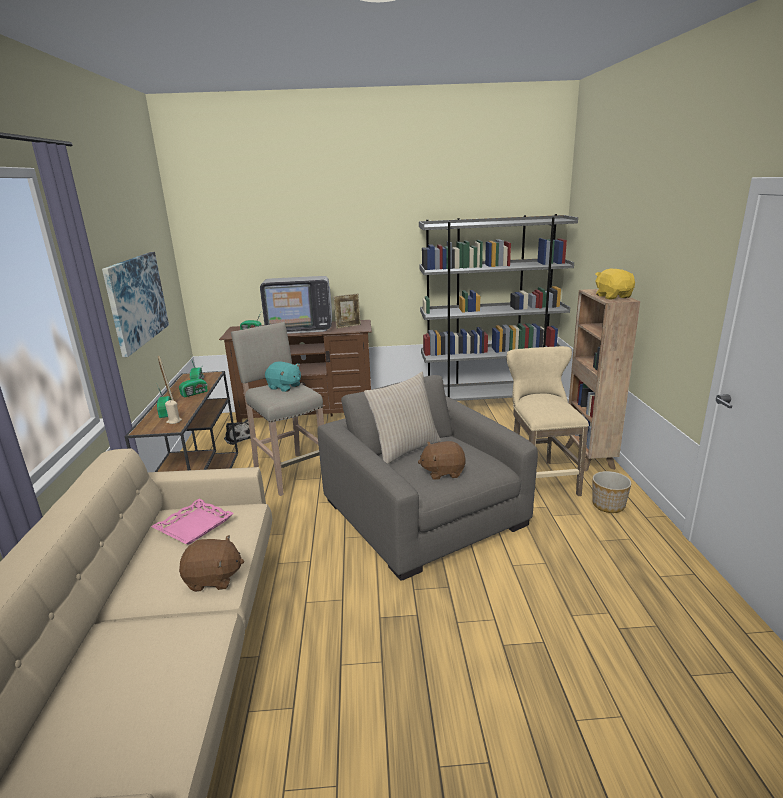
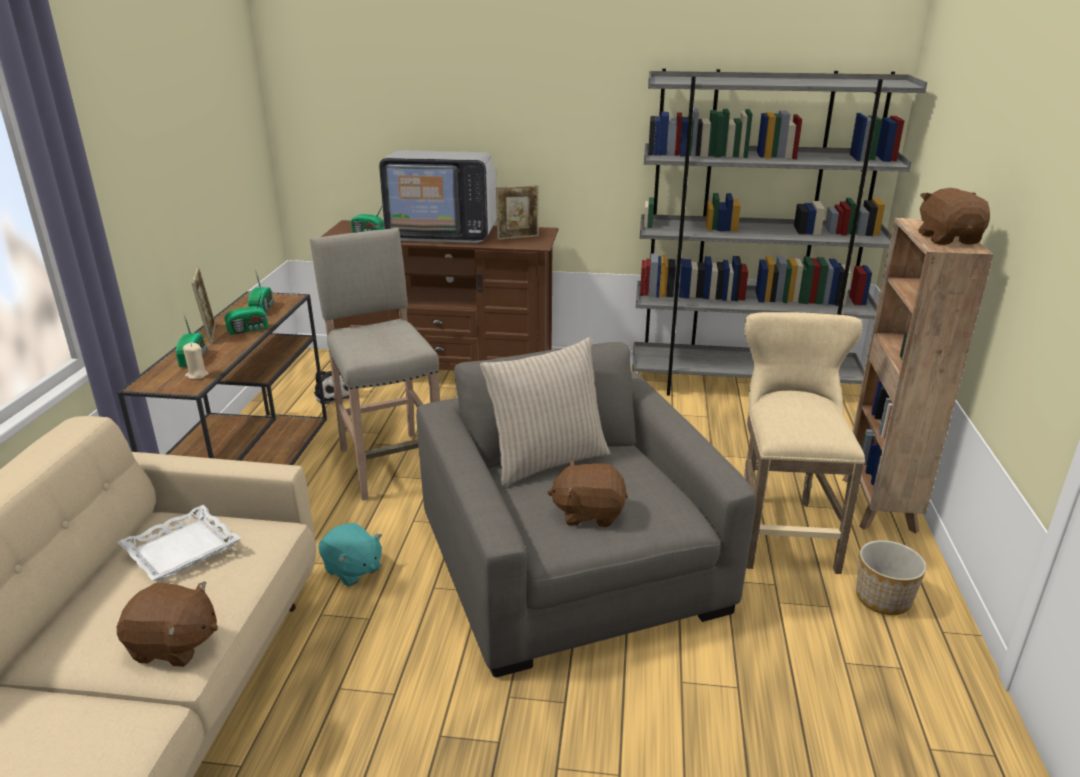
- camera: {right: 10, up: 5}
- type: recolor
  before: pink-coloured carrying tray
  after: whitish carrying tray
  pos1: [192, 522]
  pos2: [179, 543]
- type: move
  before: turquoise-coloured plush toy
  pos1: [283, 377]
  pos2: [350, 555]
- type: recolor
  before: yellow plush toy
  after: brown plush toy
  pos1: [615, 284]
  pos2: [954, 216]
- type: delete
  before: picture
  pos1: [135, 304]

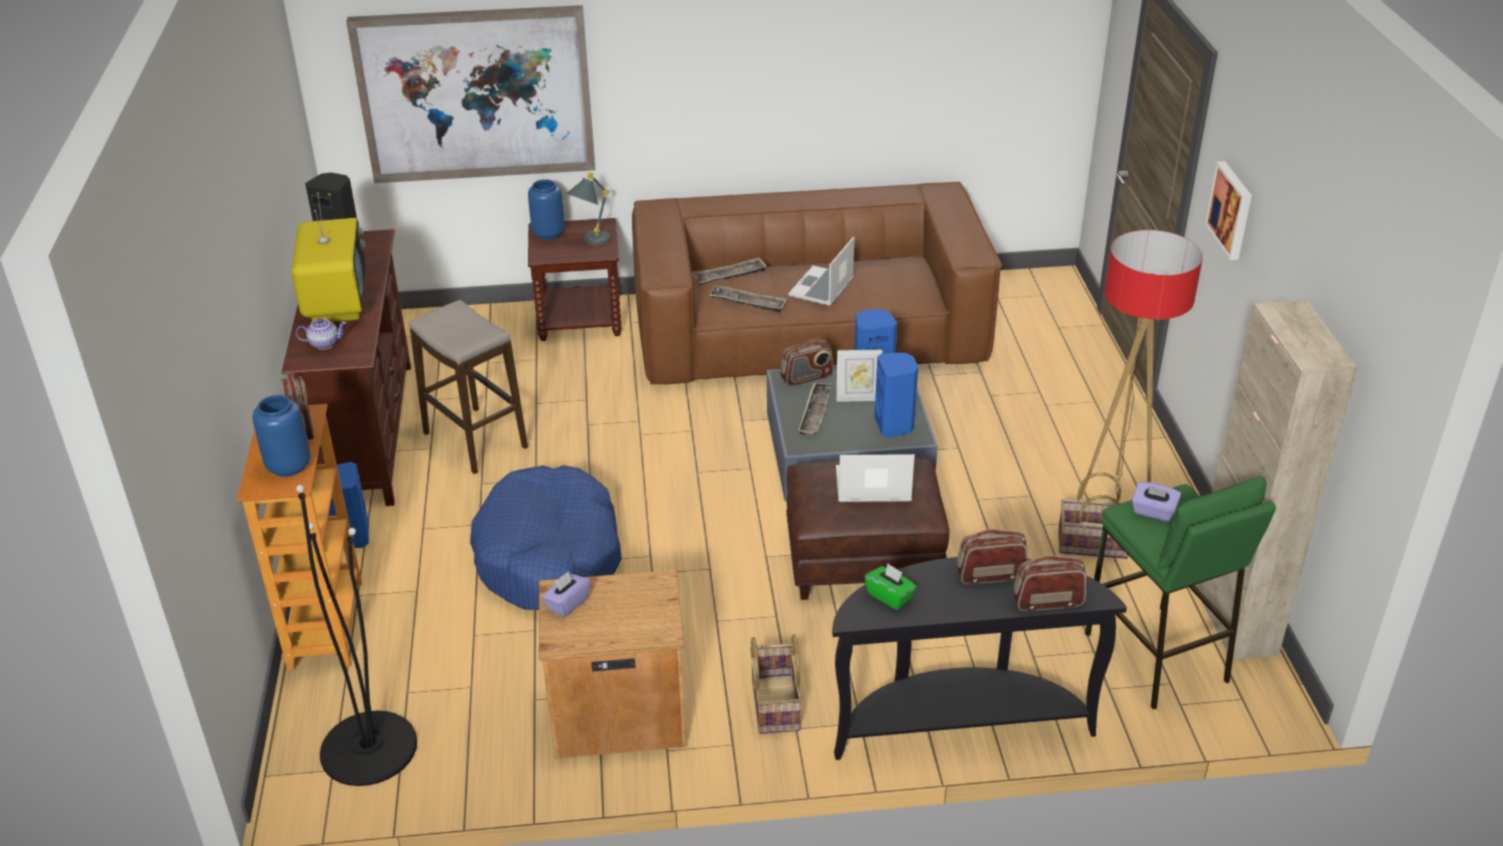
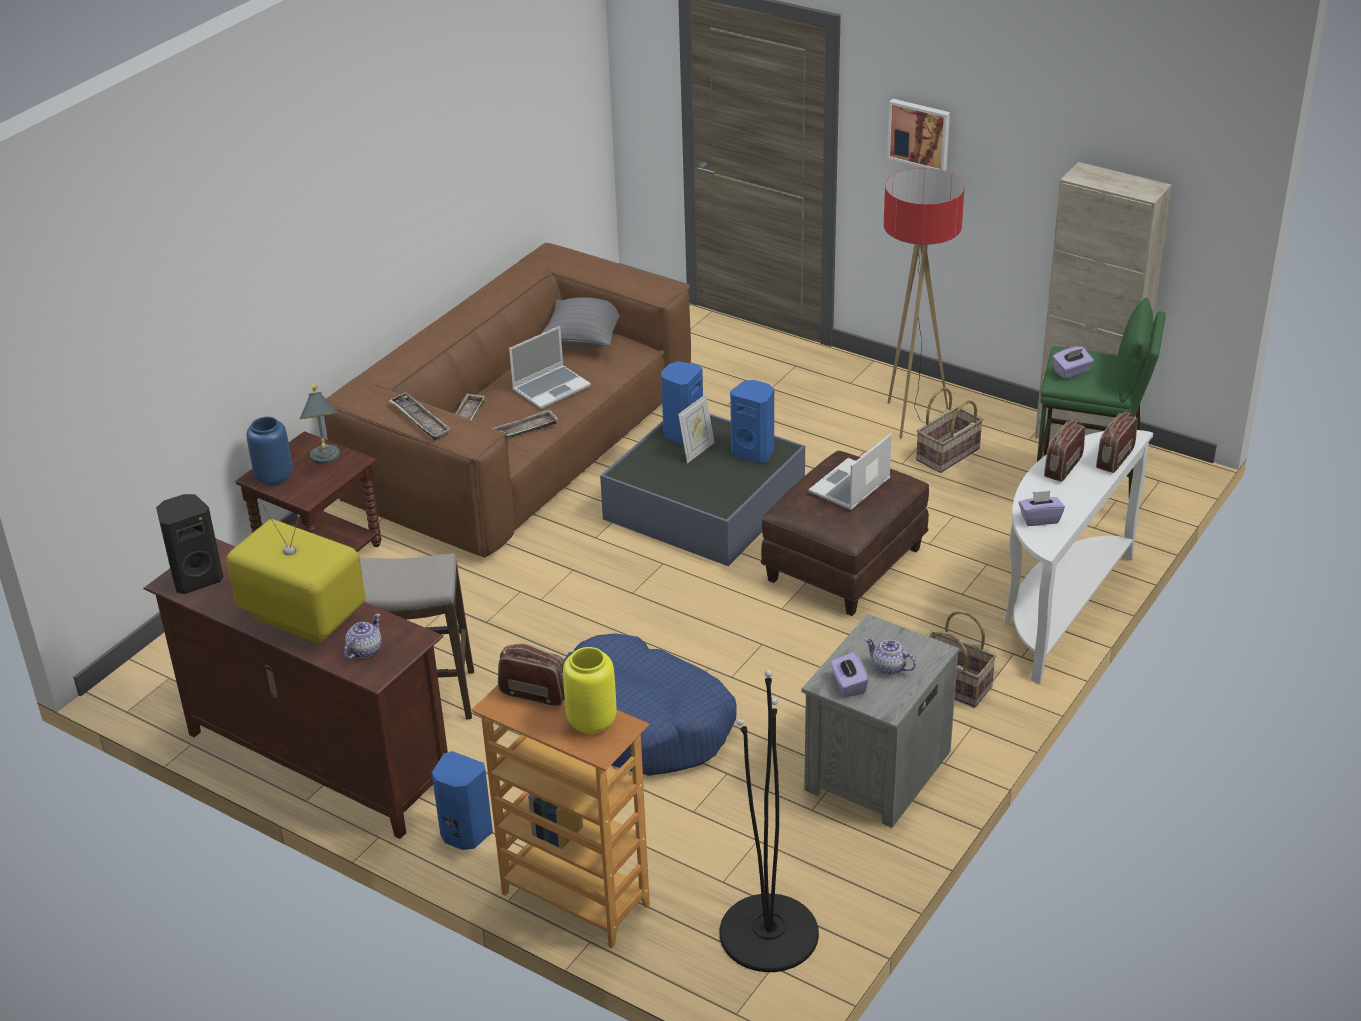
- camera: {right: -50, up: 0}
- type: move
  before: carrying tray
  pos1: [815, 409]
  pos2: [420, 416]
- type: rotate
  before: laptop
  pos1: [821, 271]
  pos2: [550, 367]
  turn: -105
- type: insert
  after: greyish throw pillow
  pos2: [581, 323]
- type: recolor
  before: blue-coloured vase
  after: yellow vase
  pos1: [282, 436]
  pos2: [589, 690]
- type: recolor
  before: brown night table
  after: greyish night table
  pos1: [612, 664]
  pos2: [880, 721]
- type: insert
  after: teapot
  pos2: [890, 656]
- type: recolor
  before: blackish hall table
  after: whitish hall table
  pos1: [979, 658]
  pos2: [1078, 557]
- type: recolor
  before: green tissue holder
  after: purple-coloured tissue holder
  pos1: [891, 586]
  pos2: [1042, 508]
- type: delete
  before: picture
  pos1: [470, 94]
- type: delete
  before: radio
  pos1: [806, 362]

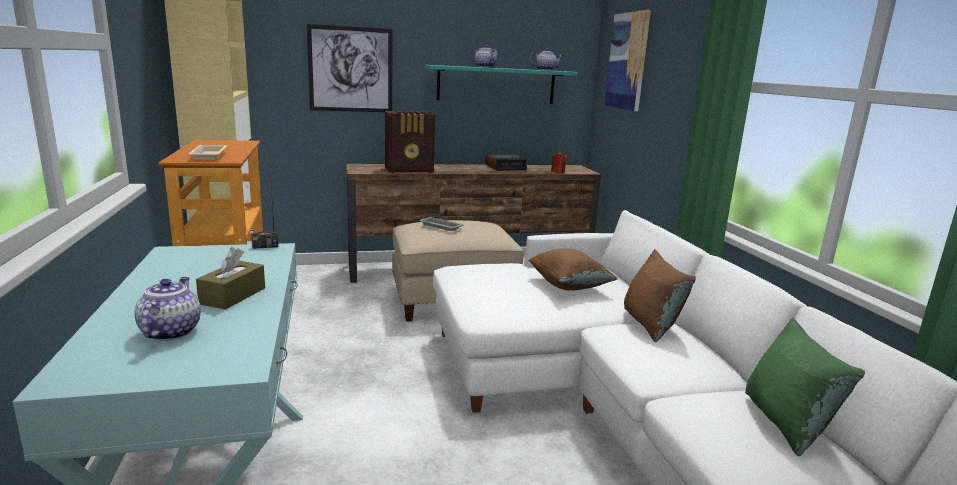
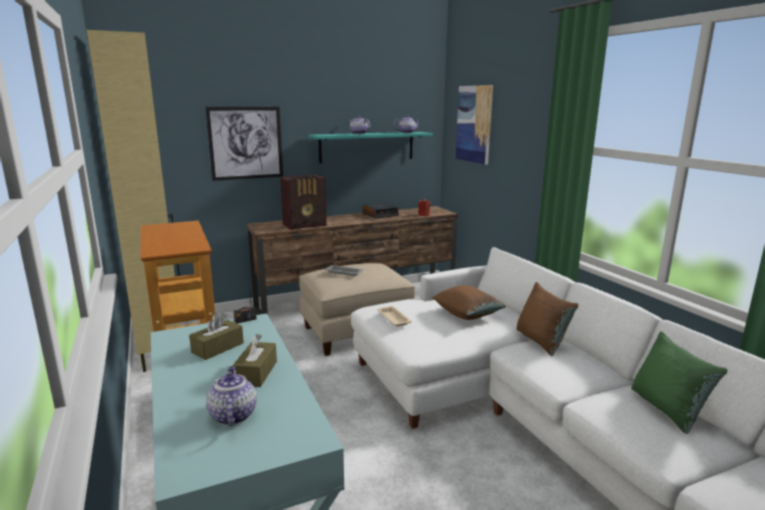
- camera: {right: -10, up: 0}
- type: insert
  after: brown tissue holder
  pos2: [216, 336]
- type: move
  before: beige-coloured carrying tray
  pos1: [207, 152]
  pos2: [394, 316]

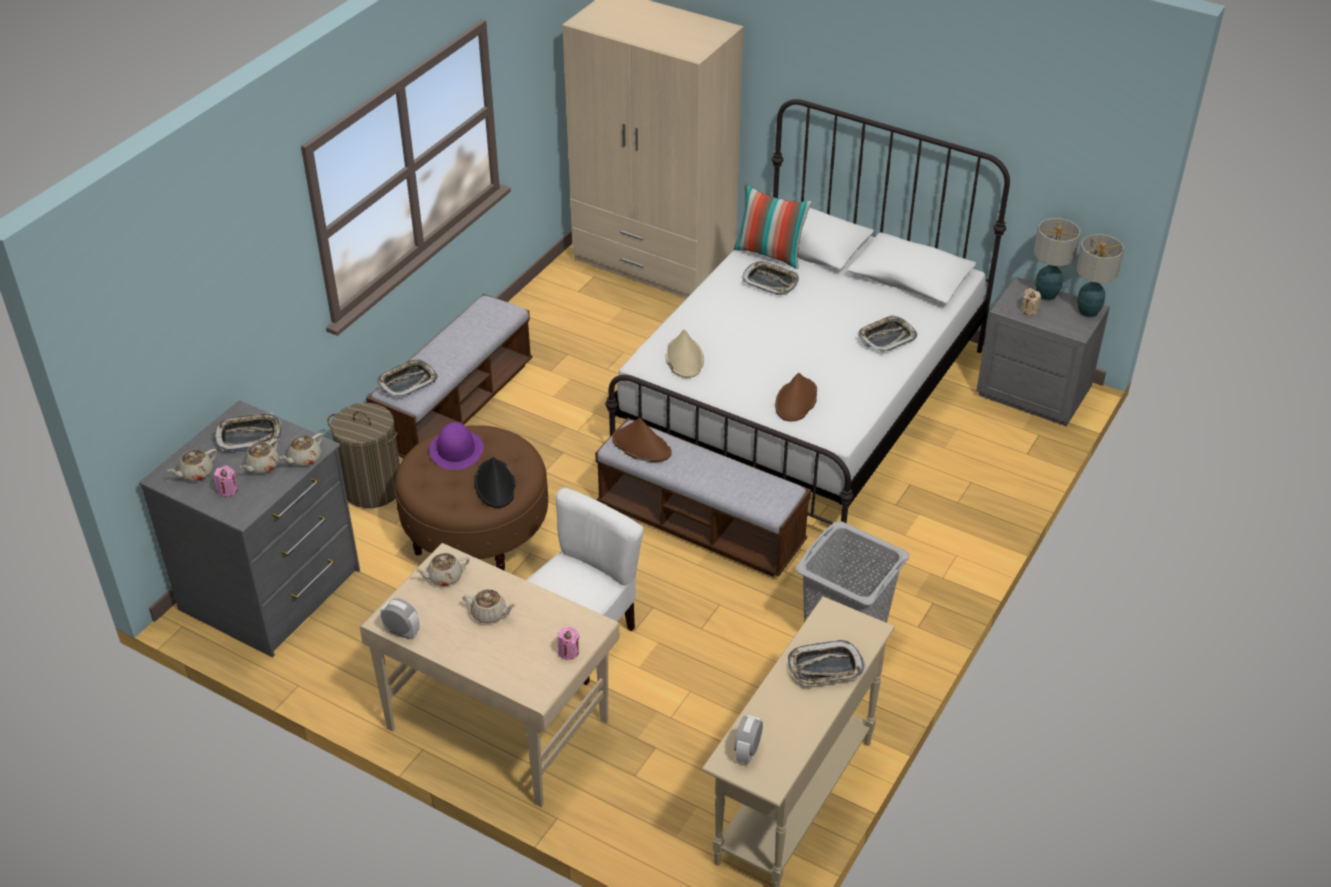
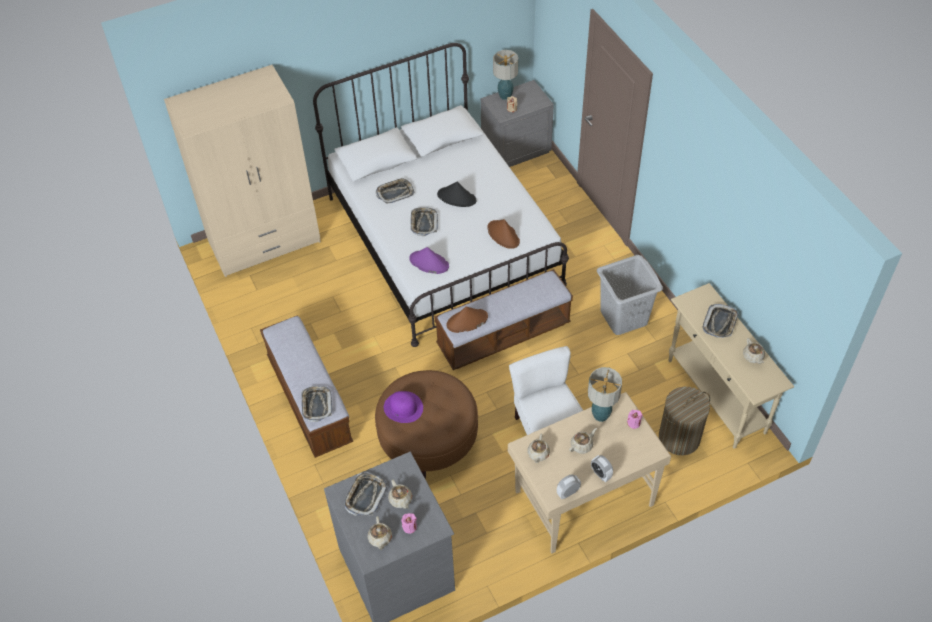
- camera: {right: -55, up: 10}
- type: recolor
  before: beige-coloured wearable hat
  after: purple-coloured wearable hat
  pos1: [685, 353]
  pos2: [429, 260]
- type: move
  before: carrying tray
  pos1: [887, 334]
  pos2: [424, 221]
- type: move
  before: blackish wearable hat
  pos1: [495, 482]
  pos2: [456, 194]
- type: move
  before: tabletop lamp
  pos1: [1100, 276]
  pos2: [605, 394]
- type: move
  before: bedside clock
  pos1: [748, 739]
  pos2: [602, 468]
- type: move
  before: hamper
  pos1: [363, 455]
  pos2: [684, 421]
- type: move
  before: beige-coloured teapot
  pos1: [301, 449]
  pos2: [754, 351]
- type: delete
  before: throw pillow
  pos1: [773, 226]

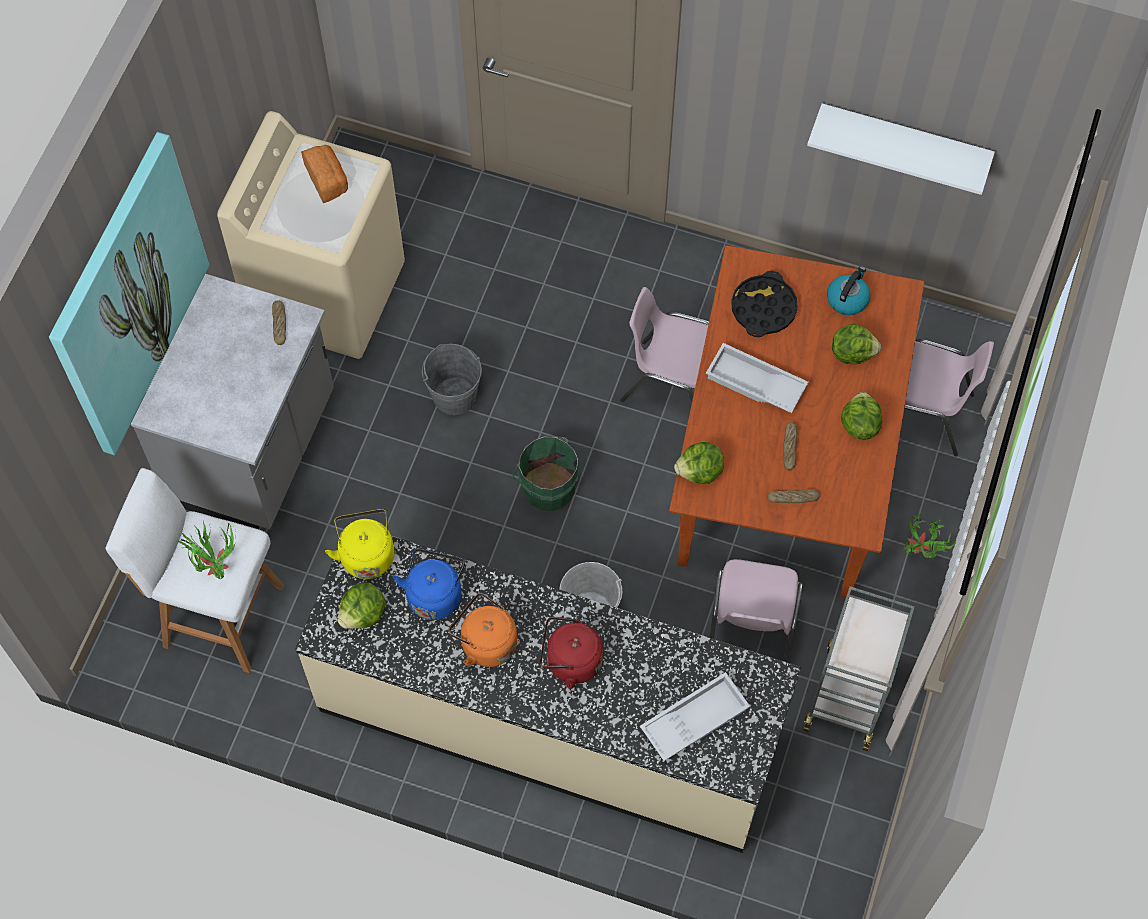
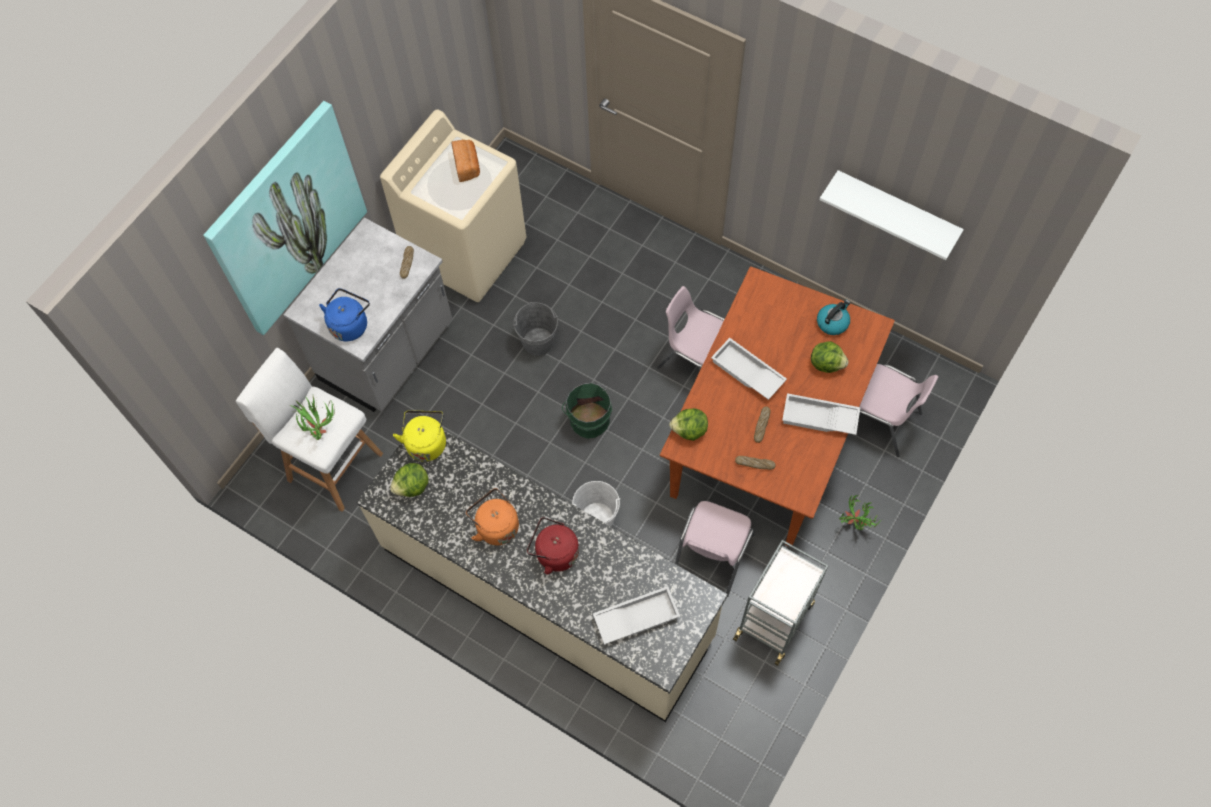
- camera: {right: 15, up: 0}
- type: move
  before: blue-coloured tea kettle
  pos1: [429, 584]
  pos2: [344, 314]
- type: replace
  before: head of lettuce
  after: whitish carrying tray
  pos1: [861, 416]
  pos2: [821, 414]
- type: delete
  before: blackish carrying tray
  pos1: [764, 304]

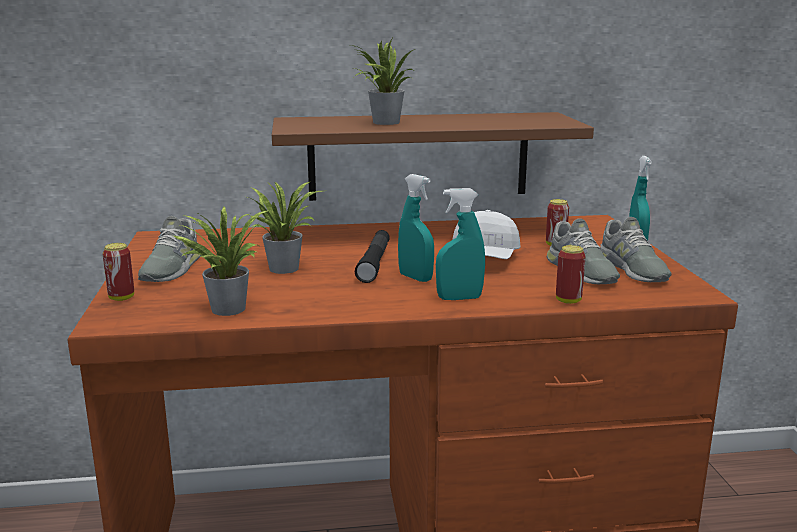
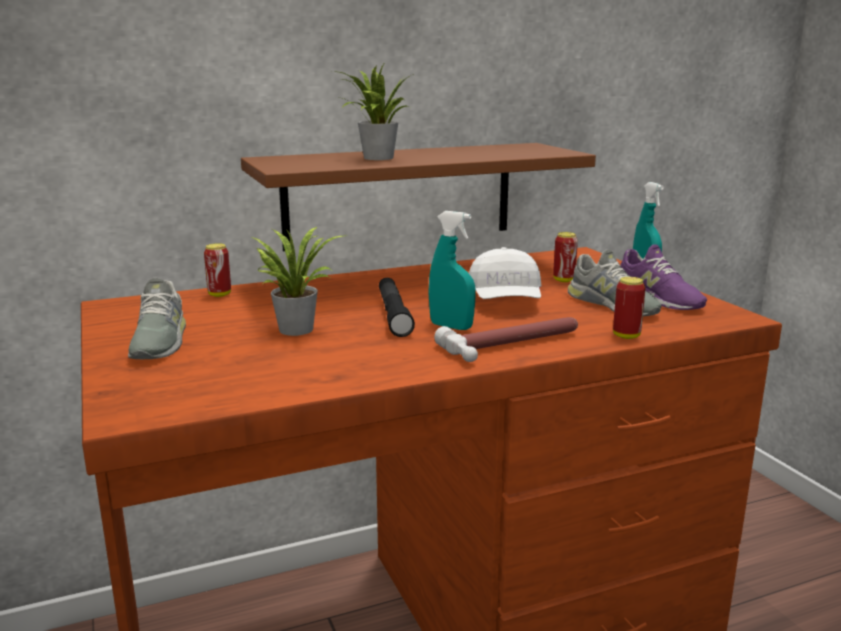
- camera: {right: -15, up: 0}
- type: move
  before: metal can
  pos1: [118, 272]
  pos2: [217, 270]
- type: replace
  before: turquoise-coloured sprayer
  after: hammer
  pos1: [460, 244]
  pos2: [506, 339]
- type: recolor
  before: greyish item of footwear
  after: purple-coloured item of footwear
  pos1: [636, 249]
  pos2: [663, 277]
- type: delete
  before: plant in a pot
  pos1: [221, 261]

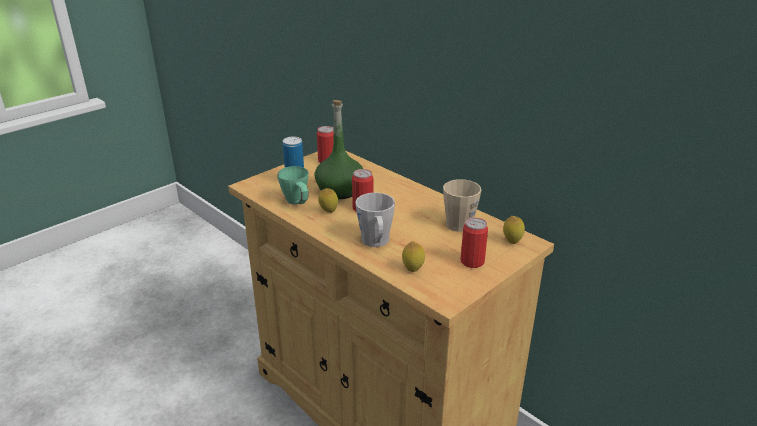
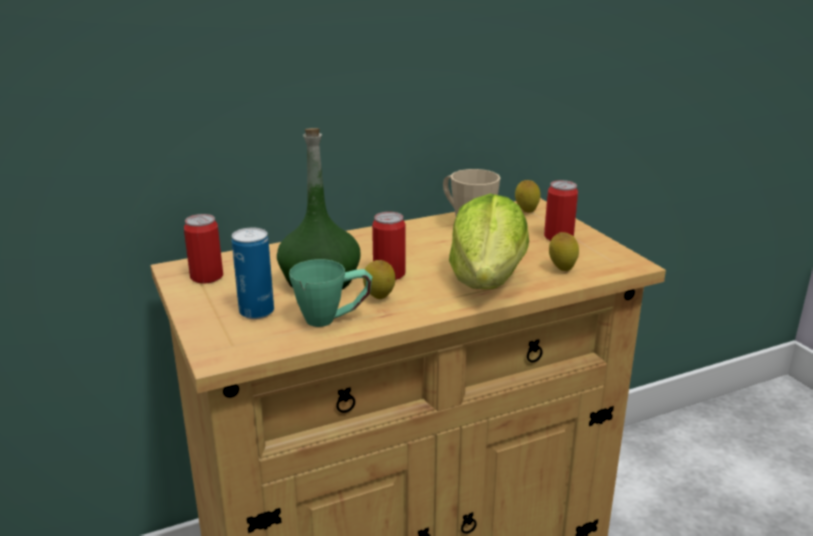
- camera: {right: -70, up: -5}
- type: replace
  before: greyish tea mug
  after: head of lettuce
  pos1: [375, 219]
  pos2: [489, 241]

